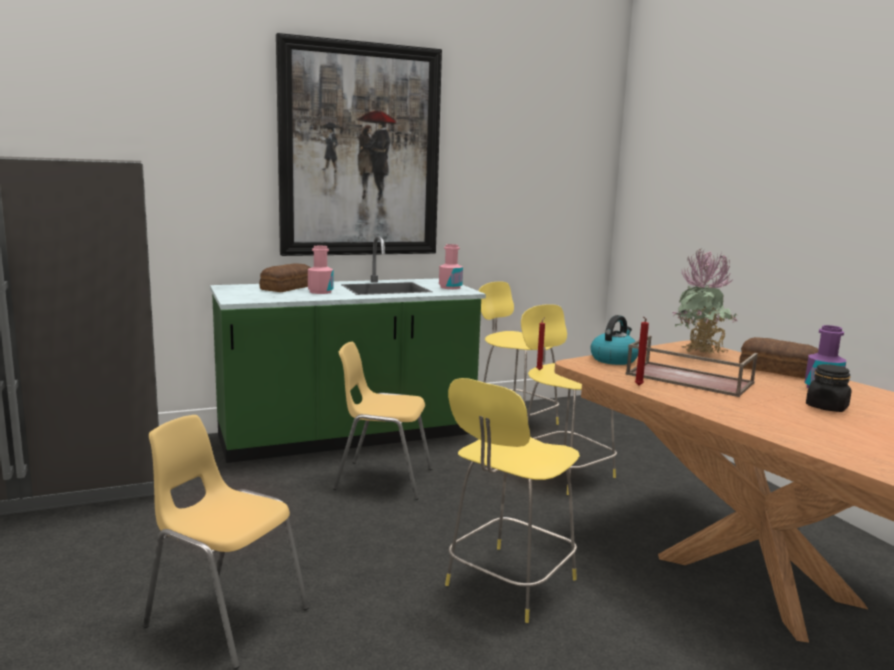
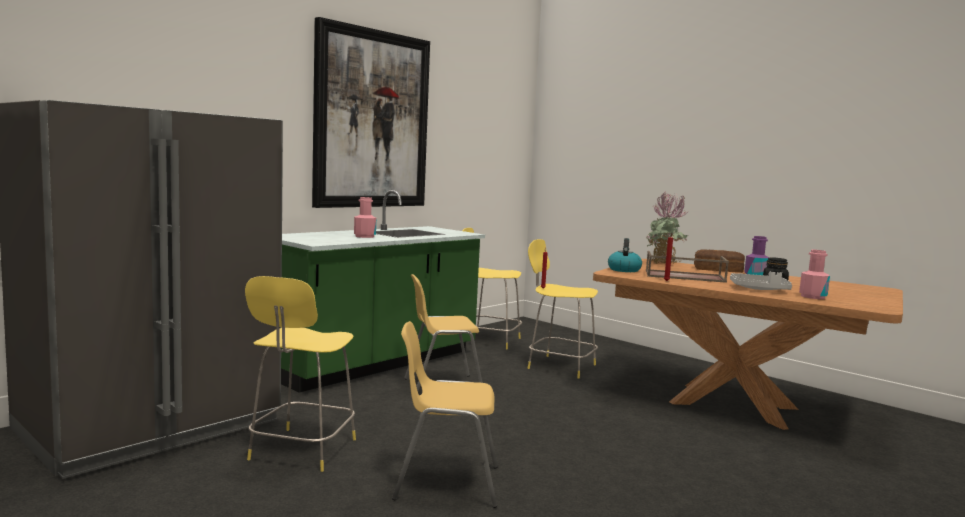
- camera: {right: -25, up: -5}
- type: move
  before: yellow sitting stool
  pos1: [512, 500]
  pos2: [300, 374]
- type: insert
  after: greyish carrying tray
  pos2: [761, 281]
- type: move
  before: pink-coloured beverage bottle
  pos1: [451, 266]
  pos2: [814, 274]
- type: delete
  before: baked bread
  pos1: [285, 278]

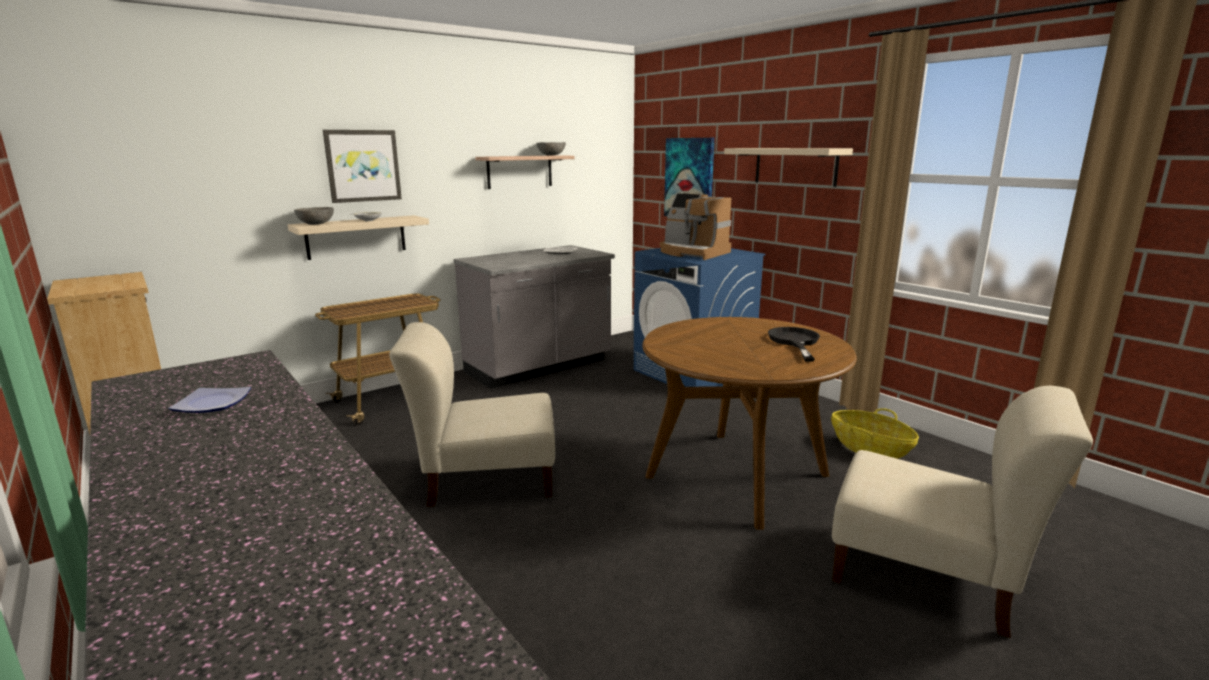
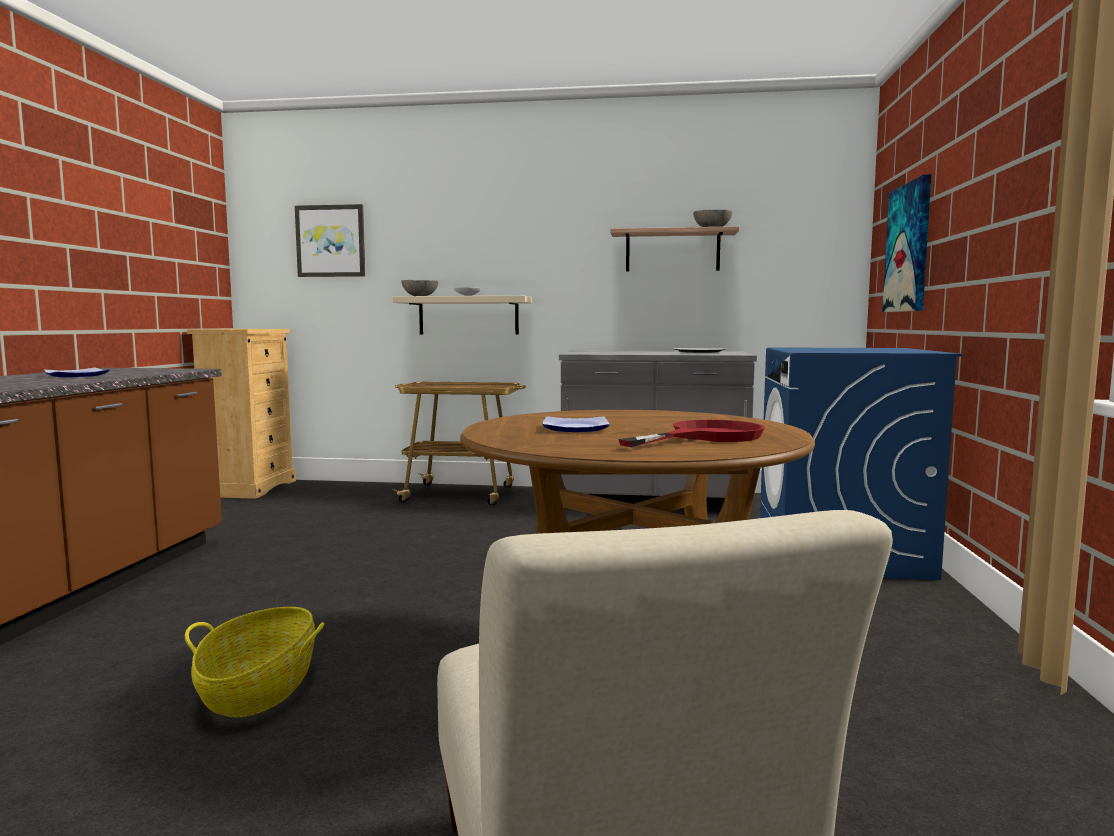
- camera: {right: 45, up: -10}
- type: move
  before: basket
  pos1: [875, 433]
  pos2: [254, 662]
- type: move
  before: picture
  pos1: [362, 166]
  pos2: [330, 240]
- type: insert
  after: plate
  pos2: [576, 424]
- type: recolor
  before: blackish skillet
  after: reddish skillet
  pos1: [794, 344]
  pos2: [691, 433]
- type: delete
  before: beige-coloured plain chair
  pos1: [472, 414]
- type: delete
  before: coffee brewer
  pos1: [695, 226]
- type: delete
  before: beige-coloured bracket shelf
  pos1: [788, 167]

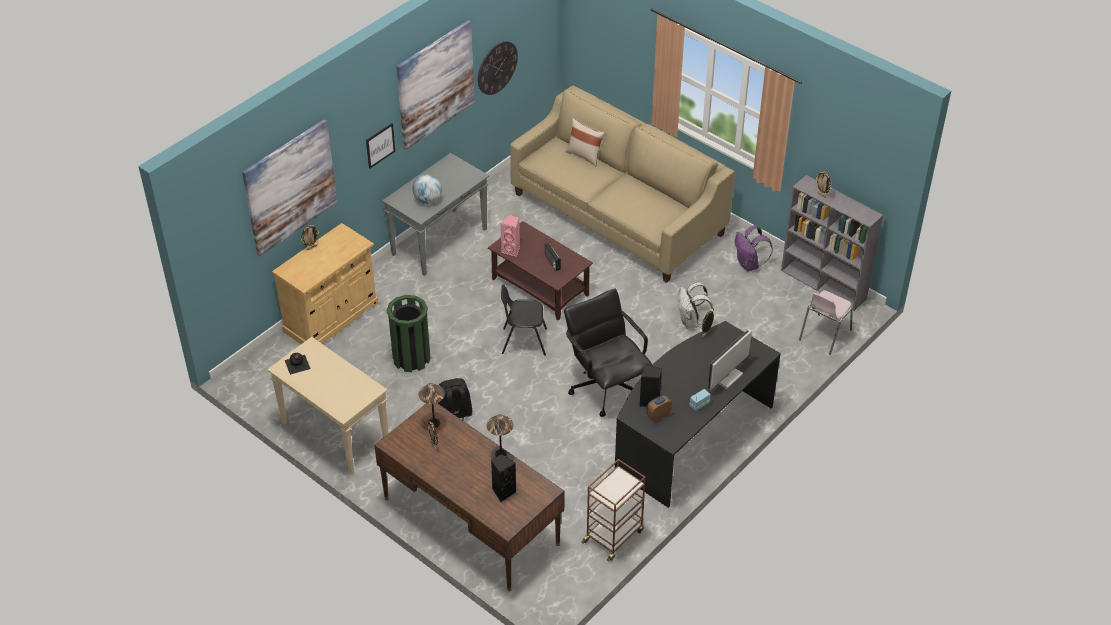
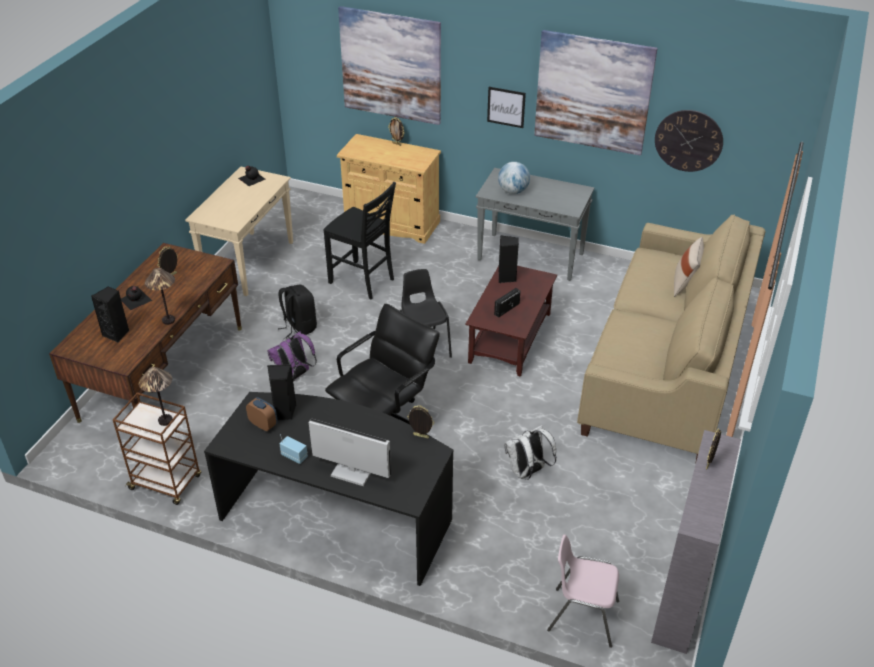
- camera: {right: 70, up: -5}
- type: insert
  after: blackish beverage bottle
  pos2: [136, 298]
- type: move
  before: tabletop lamp
  pos1: [431, 405]
  pos2: [155, 396]
- type: move
  before: purple-coloured backpack
  pos1: [754, 248]
  pos2: [292, 356]
- type: replace
  before: green rubbish bin
  after: blackish plain chair
  pos1: [408, 333]
  pos2: [359, 241]
- type: recolor
  before: pink-coloured speaker
  after: blackish speaker
  pos1: [510, 235]
  pos2: [509, 259]

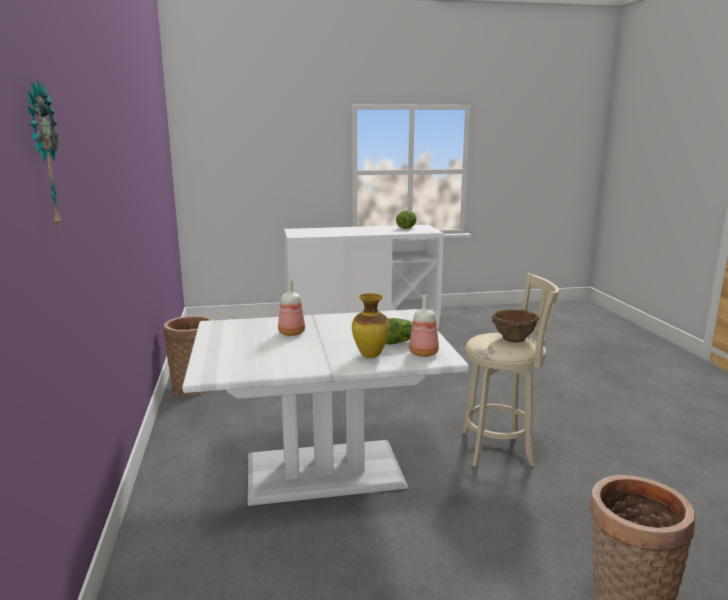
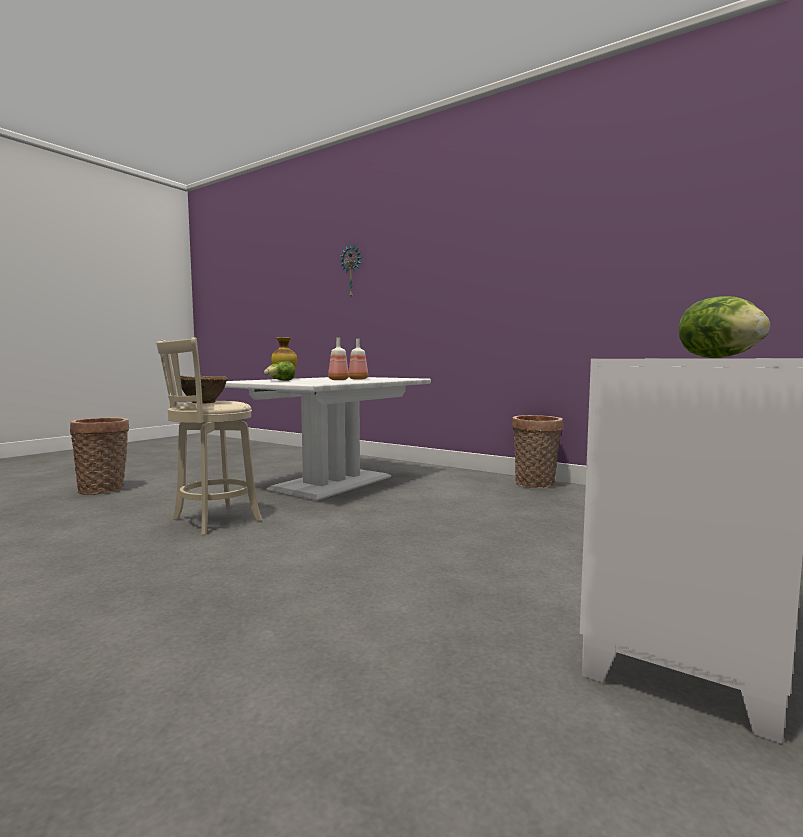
- camera: {right: 135, up: -10}
- type: move
  before: beverage bottle
  pos1: [424, 326]
  pos2: [338, 359]

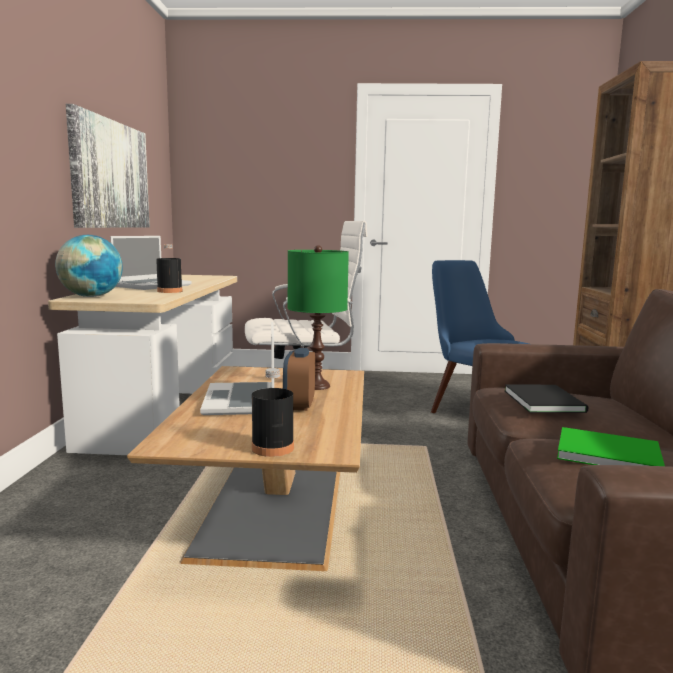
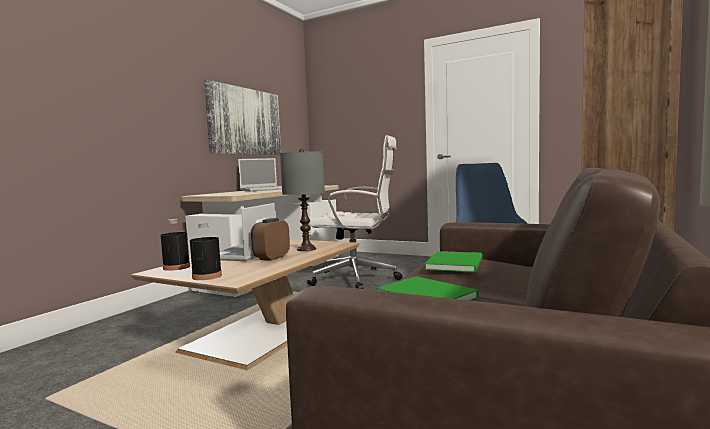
- camera: {right: 25, up: -5}
- type: move
  before: blackish beverage bottle
  pos1: [169, 268]
  pos2: [175, 245]
- type: recolor
  before: green tabletop lamp
  after: greyish tabletop lamp
  pos1: [318, 317]
  pos2: [302, 200]
- type: recolor
  before: blackish bound book
  after: green bound book
  pos1: [547, 398]
  pos2: [454, 261]
- type: delete
  before: globe
  pos1: [89, 266]

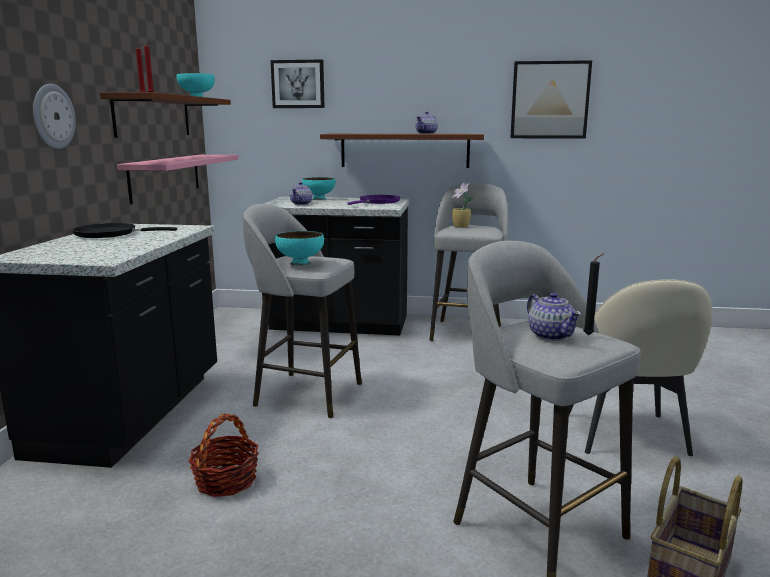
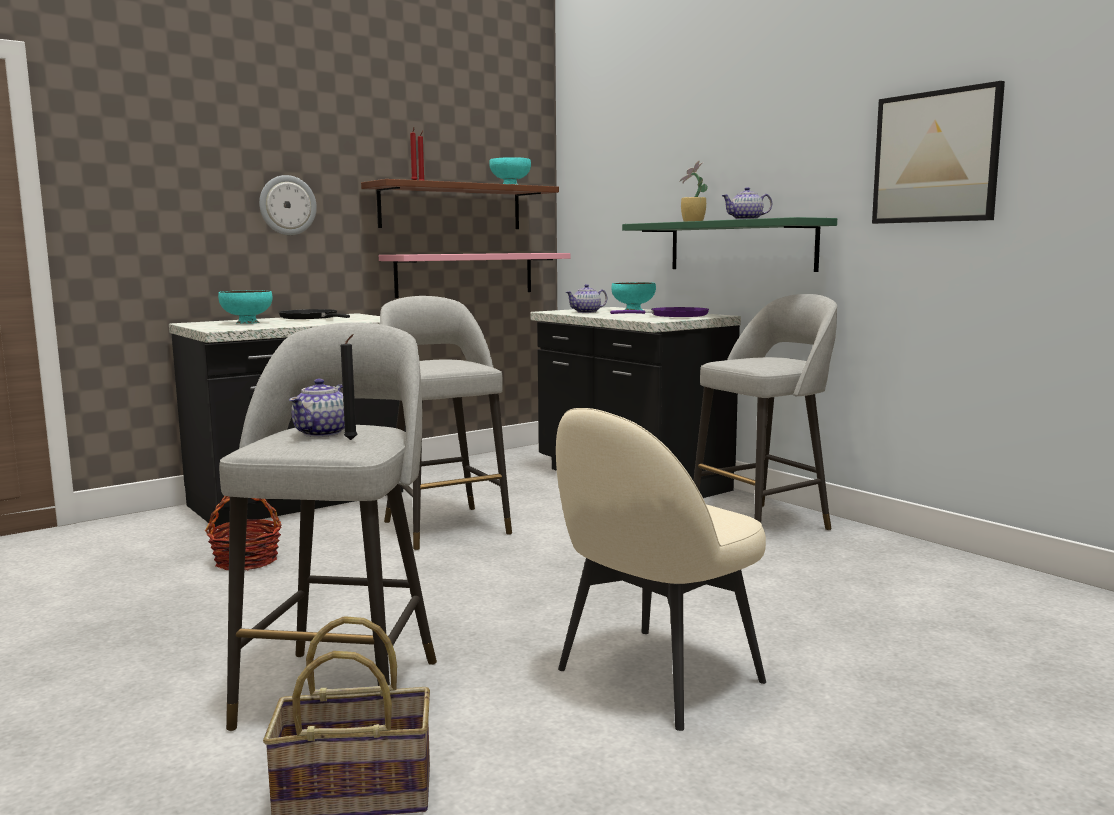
- camera: {right: 45, up: -5}
- type: move
  before: turquoise-coloured bowl
  pos1: [299, 248]
  pos2: [245, 307]
- type: recolor
  before: brown bracket shelf
  after: green bracket shelf
  pos1: [402, 151]
  pos2: [729, 244]
- type: move
  before: plant in a pot
  pos1: [462, 205]
  pos2: [693, 191]
- type: delete
  before: picture
  pos1: [298, 84]

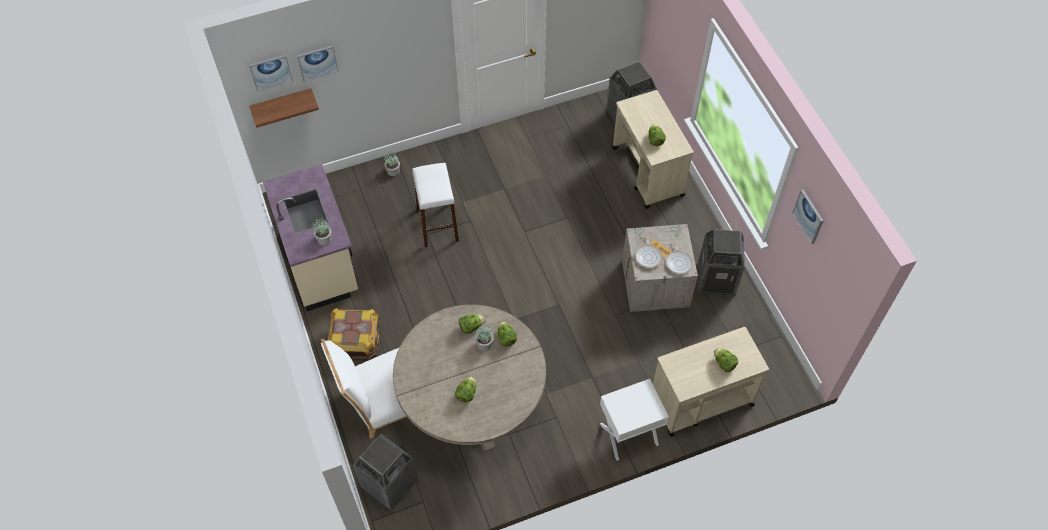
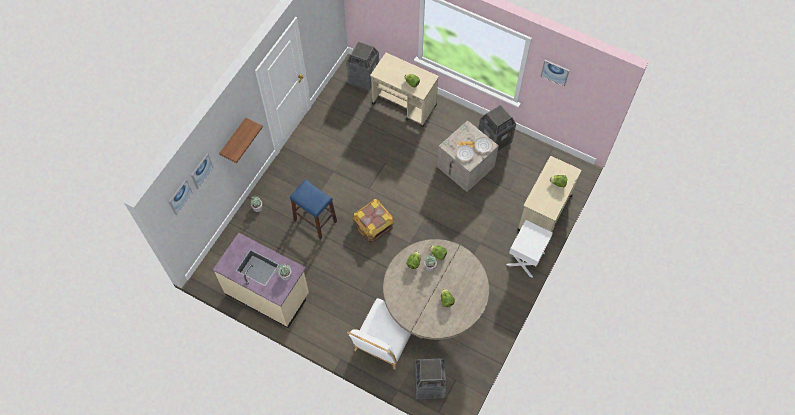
- camera: {right: -40, up: 5}
- type: move
  before: bracket shelf
  pos1: [284, 108]
  pos2: [241, 140]
- type: recolor
  before: whitish sitting stool
  after: blue-coloured sitting stool
  pos1: [435, 205]
  pos2: [313, 209]
- type: move
  before: crate
  pos1: [354, 334]
  pos2: [373, 221]

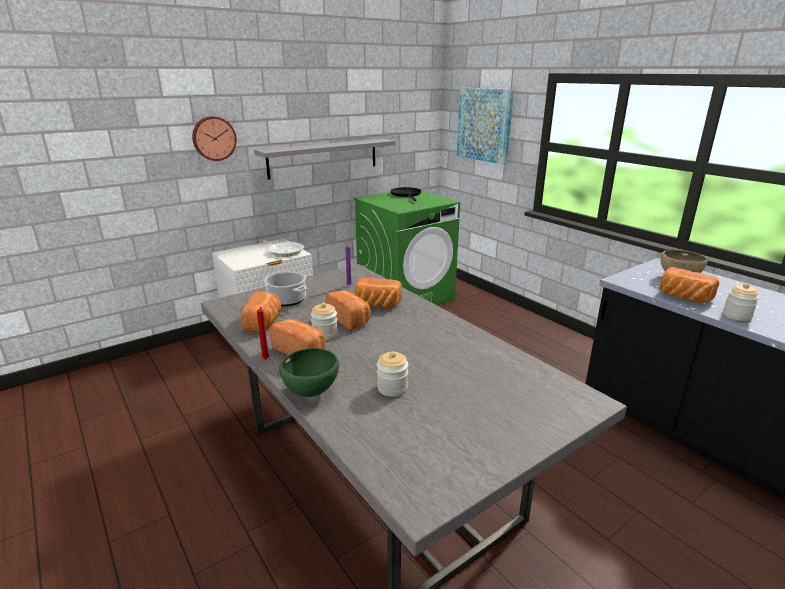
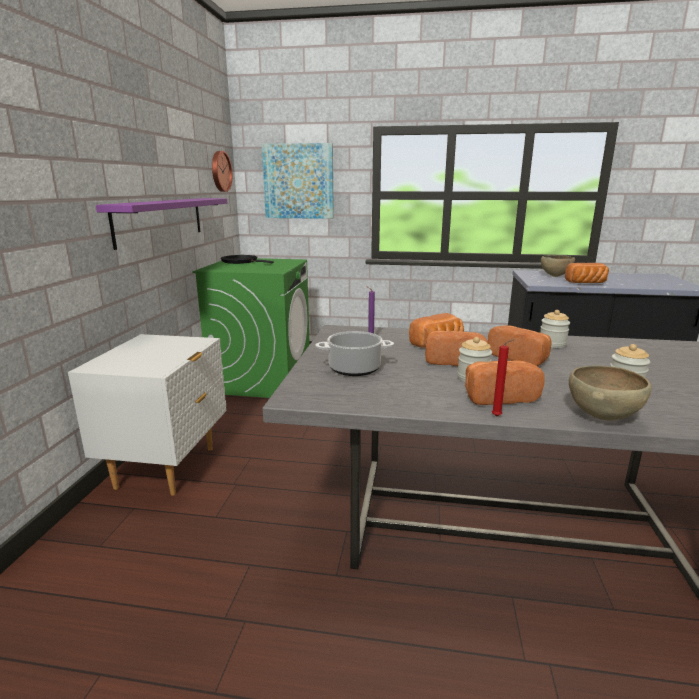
- camera: {right: -45, up: -5}
- type: recolor
  before: greyish bracket shelf
  after: purple-coloured bracket shelf
  pos1: [325, 158]
  pos2: [161, 224]
- type: move
  before: hanging clock
  pos1: [214, 138]
  pos2: [222, 171]
- type: move
  before: baked bread
  pos1: [261, 311]
  pos2: [520, 346]
- type: move
  before: preserve jar
  pos1: [741, 302]
  pos2: [555, 329]
- type: recolor
  before: green bowl
  after: brown bowl
  pos1: [309, 372]
  pos2: [610, 393]
- type: delete
  before: skillet
  pos1: [283, 248]

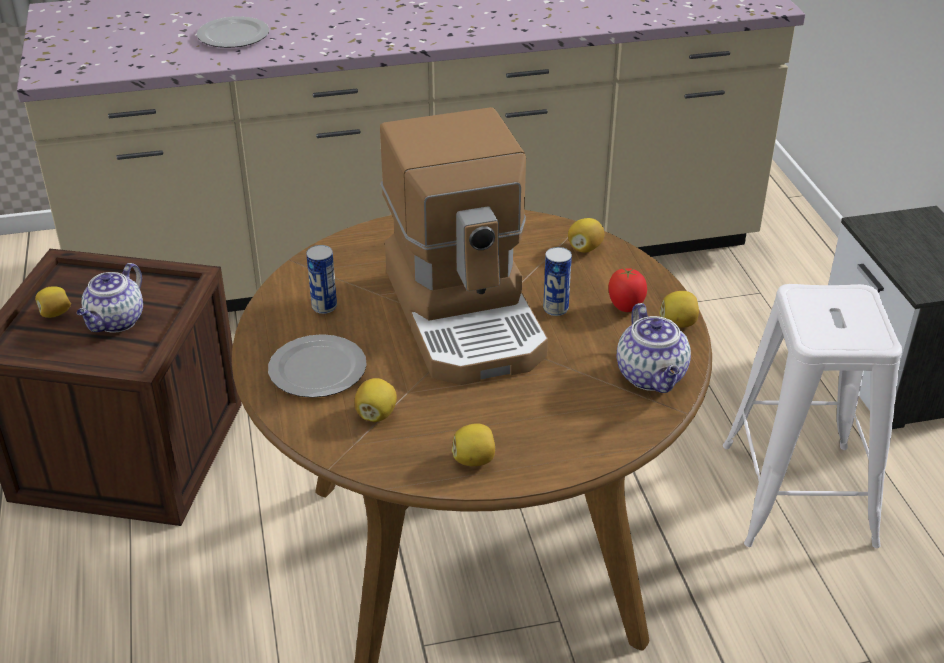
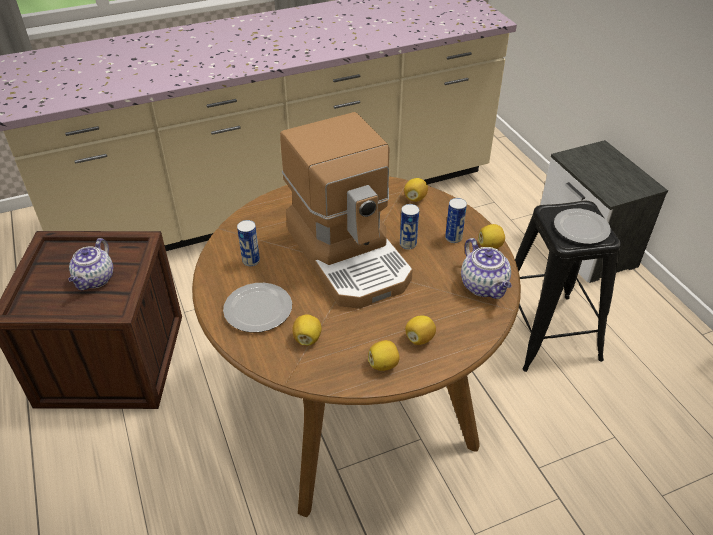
- camera: {right: -10, up: 5}
- type: move
  before: whole lemon
  pos1: [53, 302]
  pos2: [420, 330]
- type: replace
  before: tomato
  after: metal can
  pos1: [628, 290]
  pos2: [456, 220]
- type: recolor
  before: whitish sitting stool
  after: blackish sitting stool
  pos1: [812, 416]
  pos2: [568, 286]
- type: move
  before: plate
  pos1: [233, 32]
  pos2: [582, 226]

